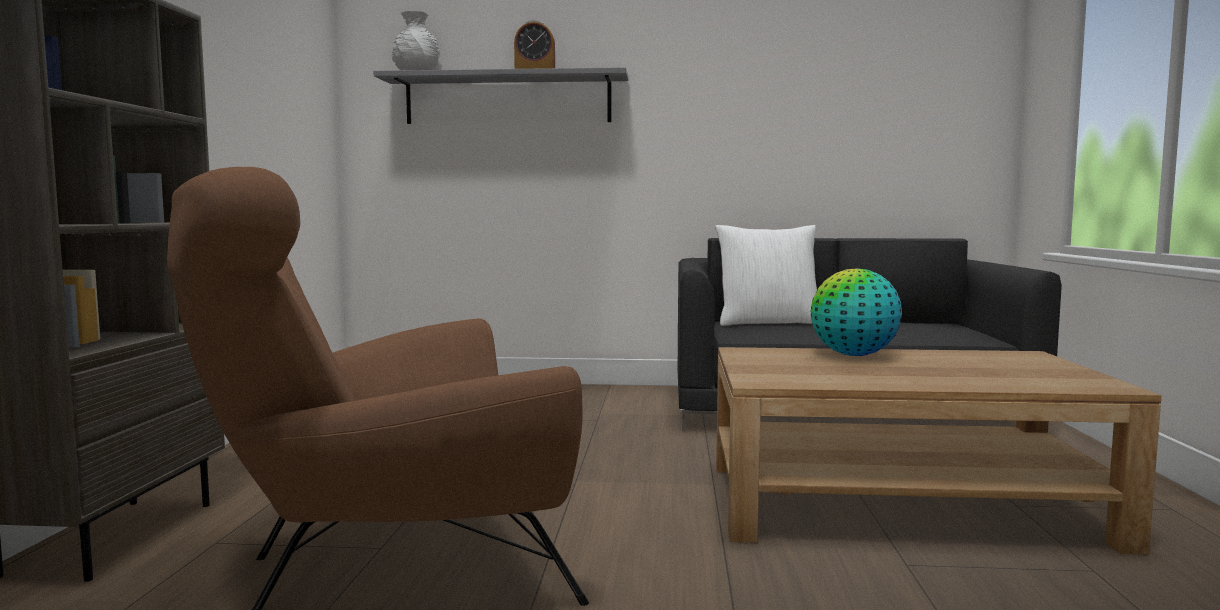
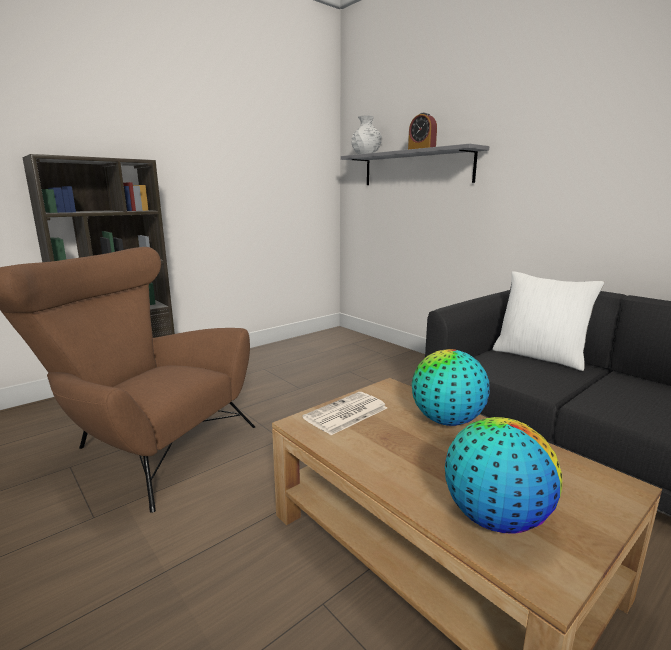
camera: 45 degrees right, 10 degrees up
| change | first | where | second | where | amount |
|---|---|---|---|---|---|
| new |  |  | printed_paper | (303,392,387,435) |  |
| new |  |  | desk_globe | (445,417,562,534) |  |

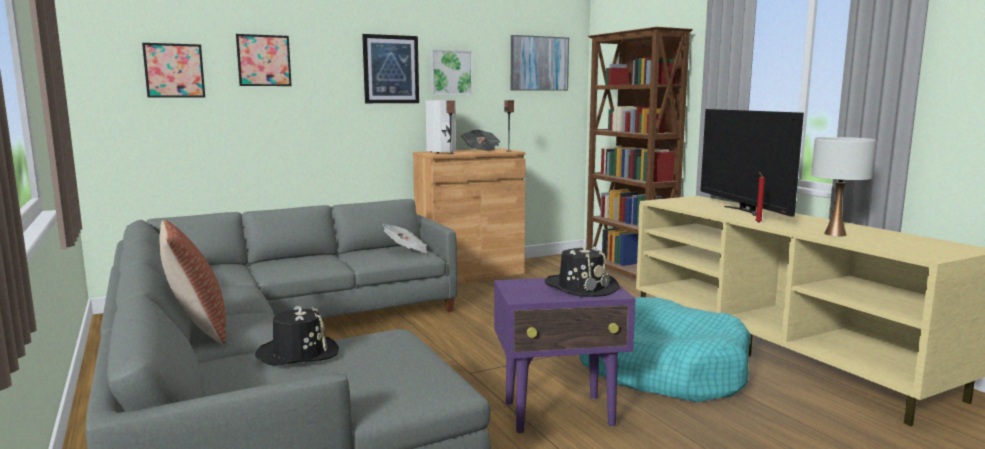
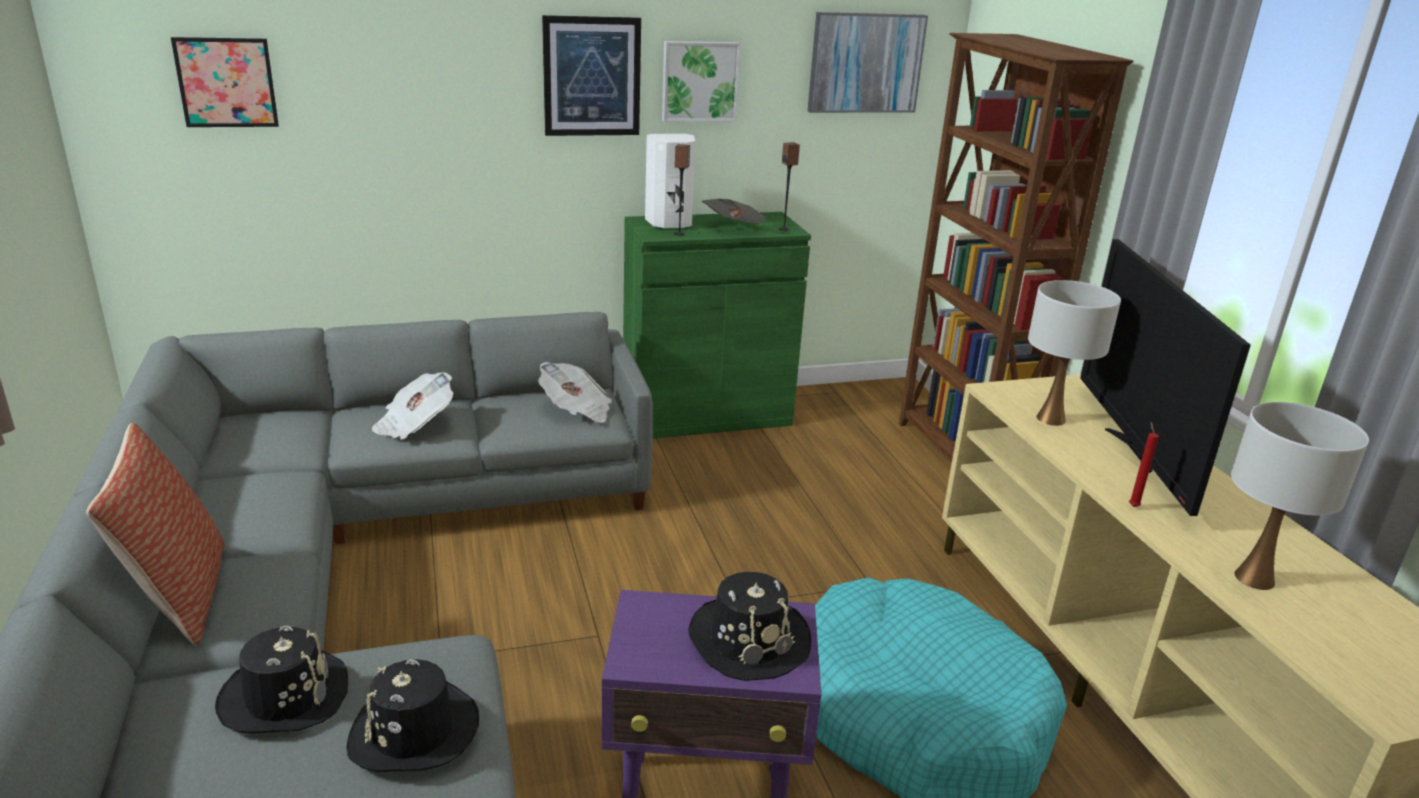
camera: 10 degrees right, 15 degrees up
| change | first | where | second | where | amount |
|---|---|---|---|---|---|
| new |  |  | black-coloured_hat | (347,659,479,772) |  |
| new |  |  | printed_paper | (372,372,453,439) |  |
| repainted | brown-coloured_cupboard | (413,148,526,283) | green_cupboard | (623,212,811,439) |  |
| new |  |  | white-coloured_lamp_for_a_table | (1028,280,1121,426) |  |
| gone | wall_art | (236,34,292,86) |  |  |  |

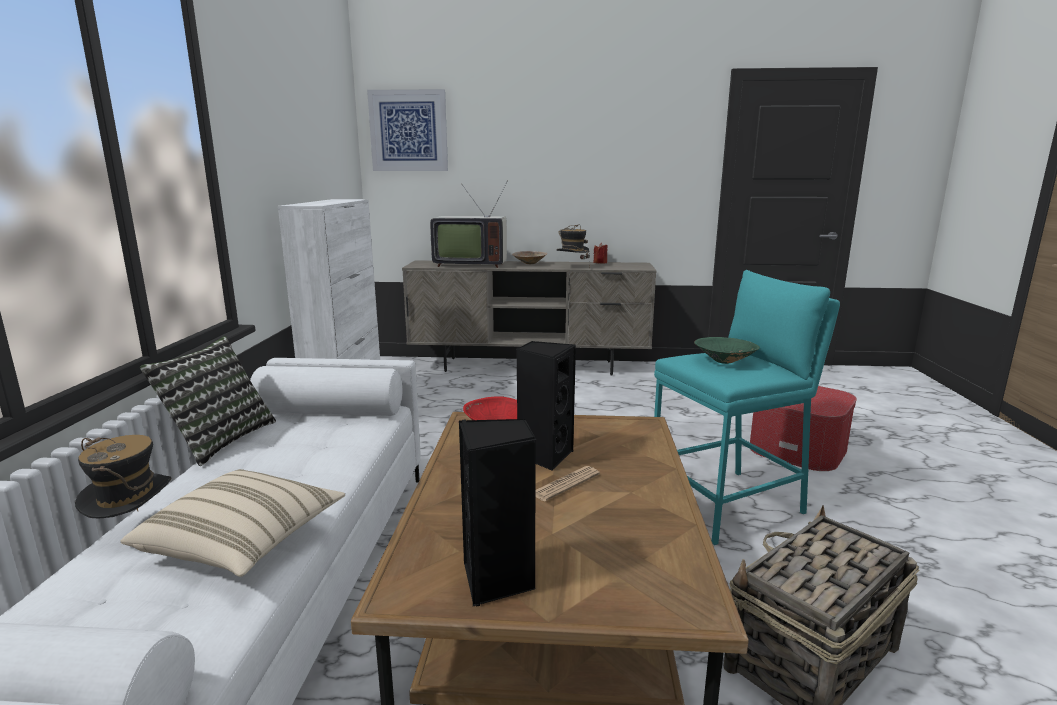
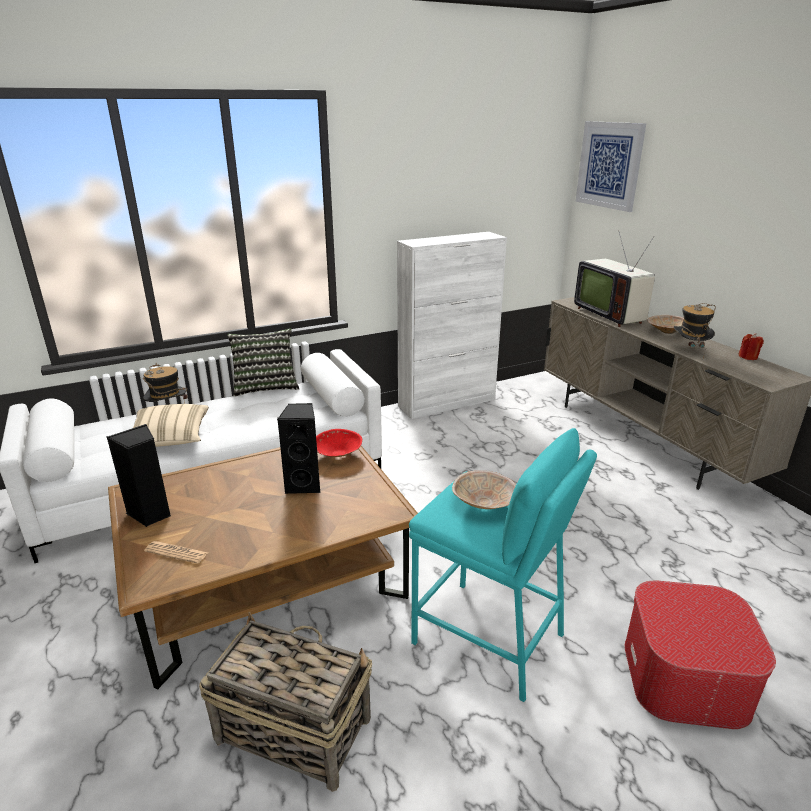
camera: 60 degrees right, 10 degrees up
| change | first | where | second | where | amount |
|---|---|---|---|---|---|
| shifted | printed_paper | (535,466,600,501) |  | (144,541,208,564) |  |
| repainted | green_serving_bowl | (694,337,760,364) | beige_serving_bowl | (452,471,516,509) |  |

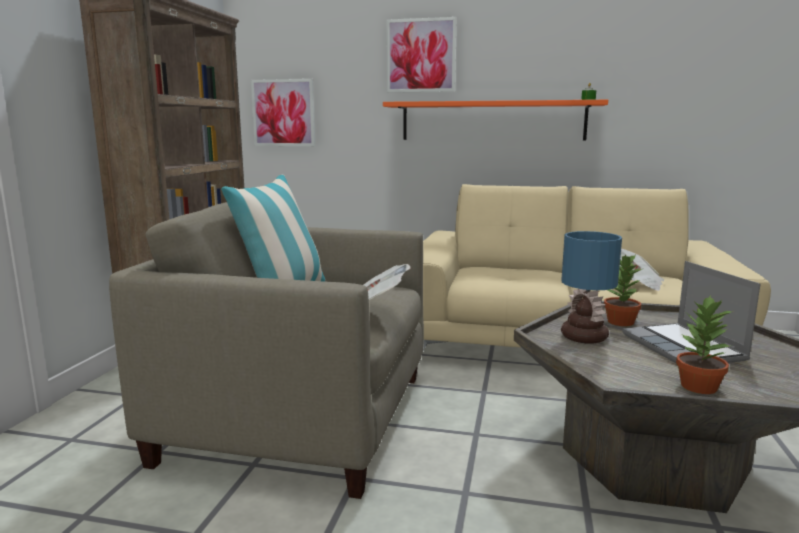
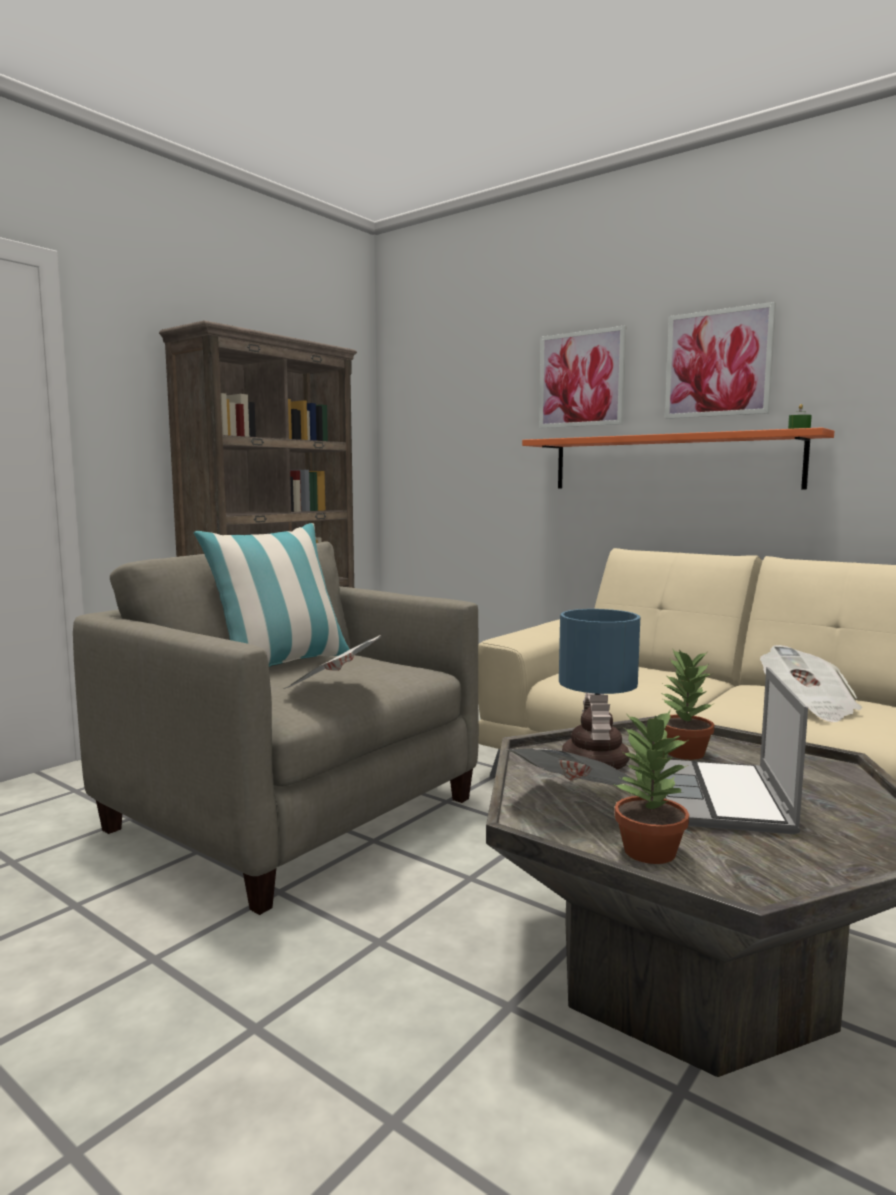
camera: 25 degrees right, 5 degrees down
| change | first | where | second | where | amount |
|---|---|---|---|---|---|
| new |  |  | printed_paper | (504,748,636,786) |  |
| shifted | wall_art | (251,79,315,146) |  | (665,302,776,419) |  |

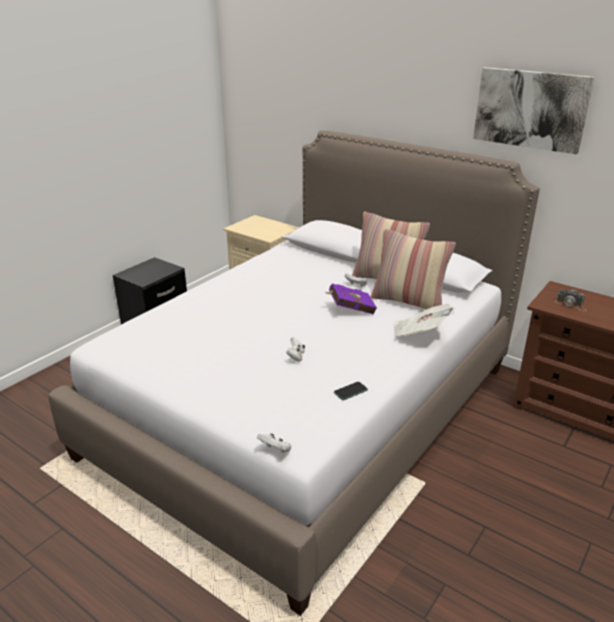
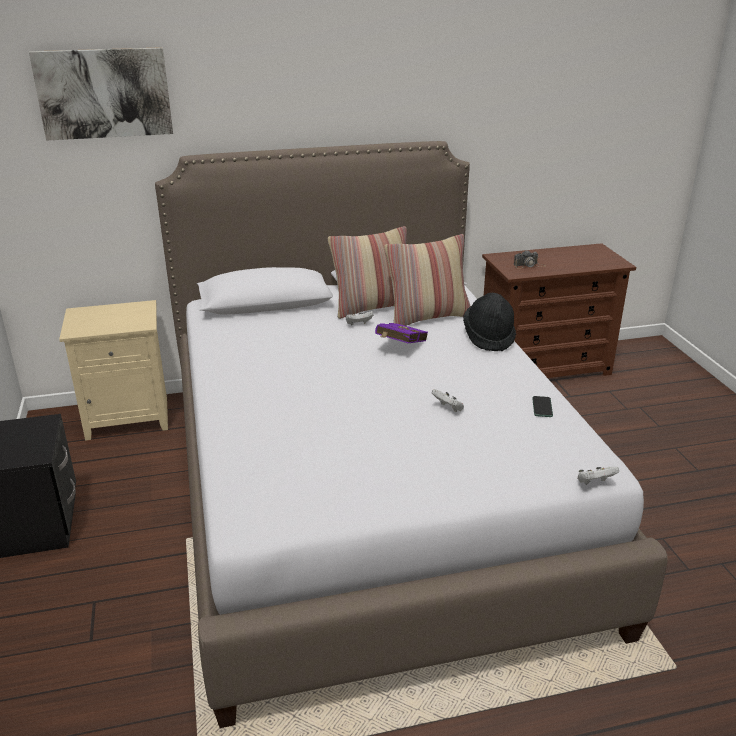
camera: 50 degrees left, 0 degrees up
| change | first | where | second | where | amount |
|---|---|---|---|---|---|
| shifted | wall_art | (473,67,595,155) |  | (29,47,173,141) |  |
| swapped | printed_paper | (394,304,455,337) | black-coloured_hat | (463,293,516,351) |  |

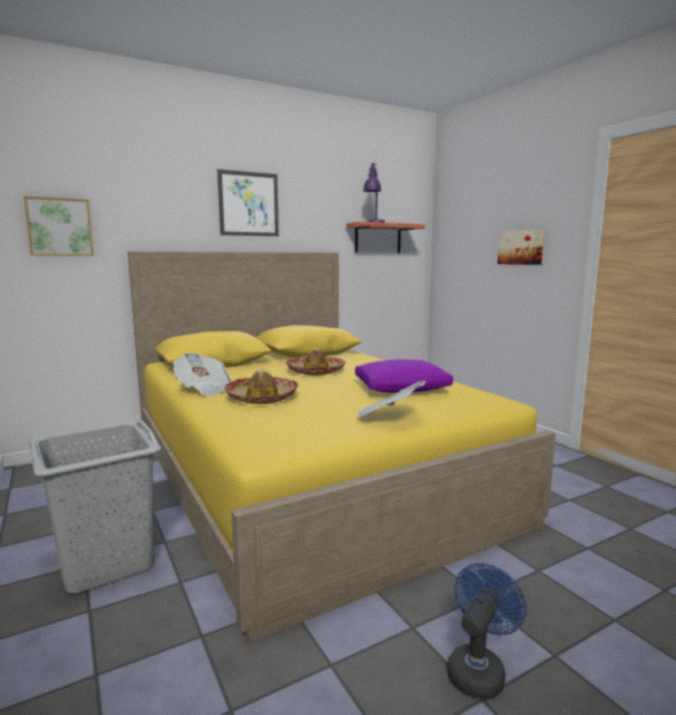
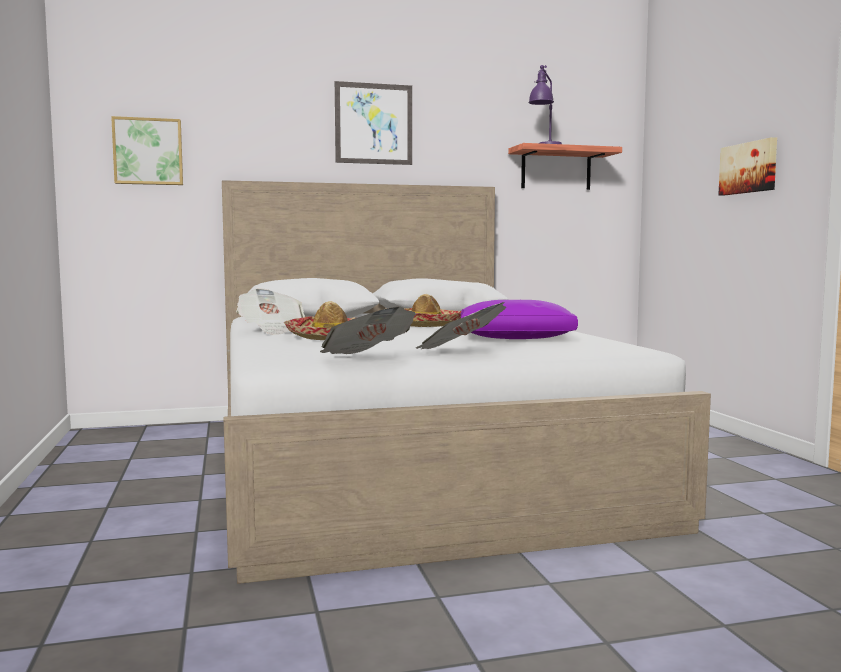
camera: 15 degrees right, 5 degrees down
| change | first | where | second | where | amount |
|---|---|---|---|---|---|
| repainted | yellow-coloured_bedroom_bed | (128,252,556,643) | white-coloured_bedroom_bed | (222,180,711,584) |  |
| new |  |  | printed_paper | (320,306,416,354) |  |
| gone | gray_laundry_basket | (28,420,161,594) |  |  |  |
| gone | bluish_fan | (447,563,527,699) |  |  |  |

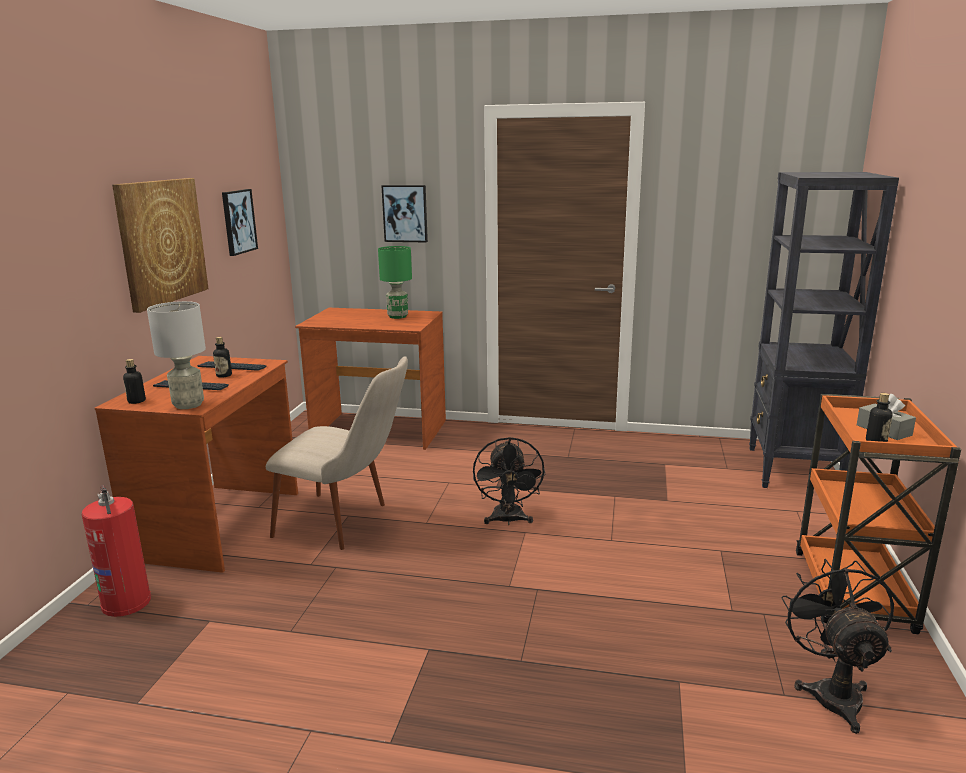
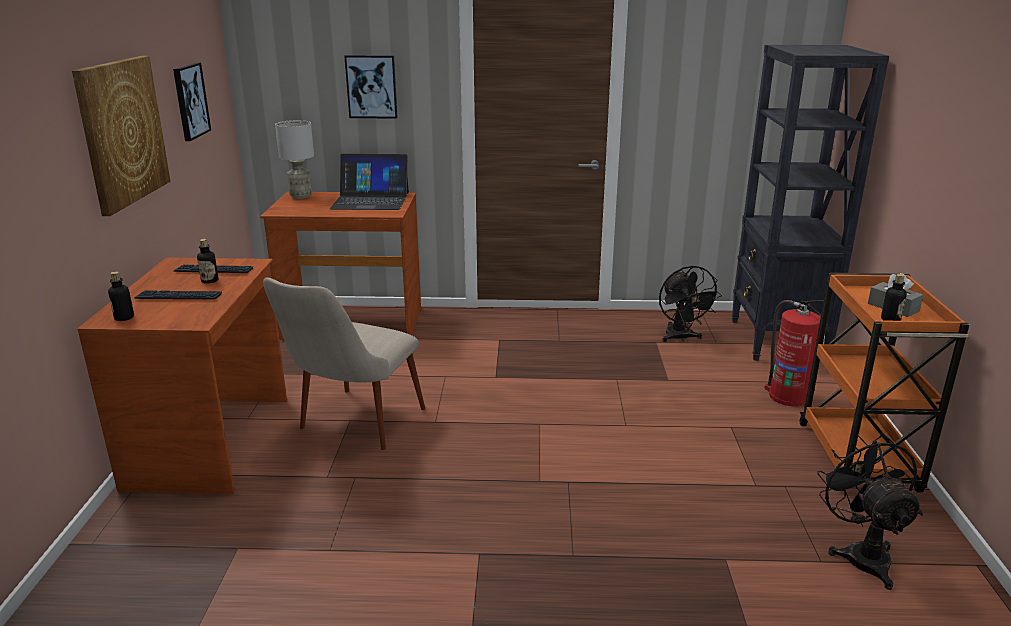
camera: 10 degrees left, 5 degrees up
| change | first | where | second | where | amount |
|---|---|---|---|---|---|
| rotated | beige_plain_chair | (266,356,408,550) |  | (263,277,425,450) | 105 degrees clockwise |
| shifted | gray_lamp_for_a_table | (147,301,206,409) |  | (275,120,314,199) |  |
| swapped | green_lamp_for_a_table | (378,246,412,319) | notebook_computer | (330,154,409,210) |  |
| shifted | black-coloured_fan | (473,437,546,525) |  | (659,265,722,342) |  |
| shifted | extinguisher | (81,485,151,617) |  | (764,300,824,406) |  |

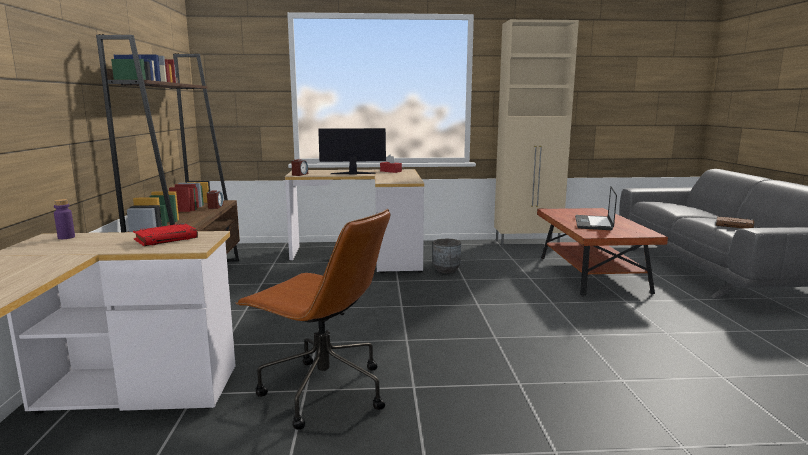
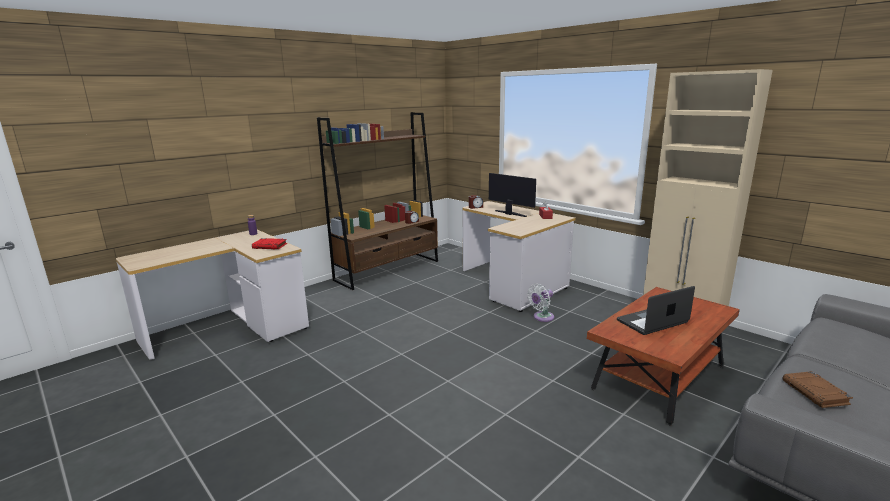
camera: 50 degrees right, 5 degrees up
| change | first | where | second | where | amount |
|---|---|---|---|---|---|
| swapped | gray_plant_pot | (433,239,461,273) | white-coloured_fan | (527,284,554,322) |  |
| gone | brown-coloured_desk_chair | (236,209,390,430) |  |  |  |

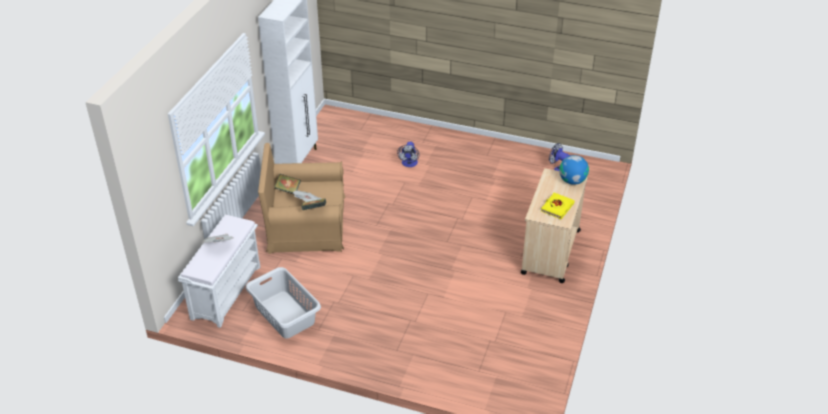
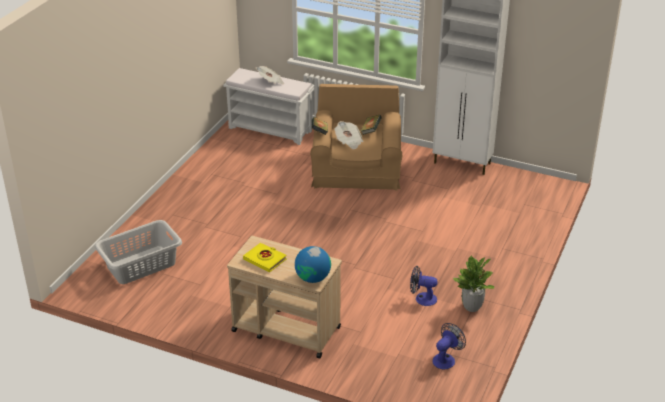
camera: 95 degrees right, 5 degrees down
| change | first | where | second | where | amount |
|---|---|---|---|---|---|
| shifted | gray_laundry_basket | (246,267,321,338) |  | (95,220,182,284) |  |
| shifted | fan | (397,141,420,167) |  | (410,266,438,306) |  |
| new |  |  | plant_in_a_pot | (452,256,494,312) |  |

